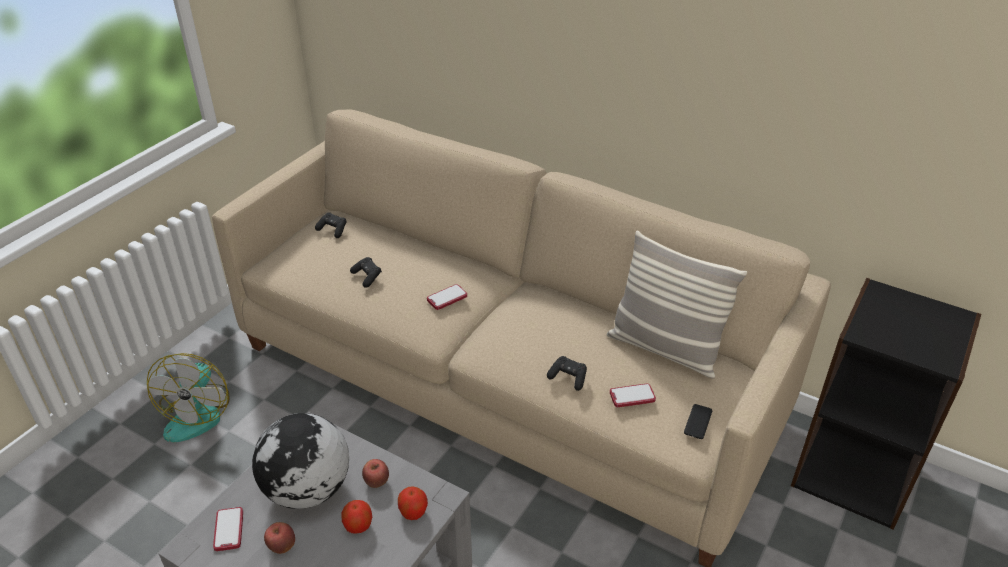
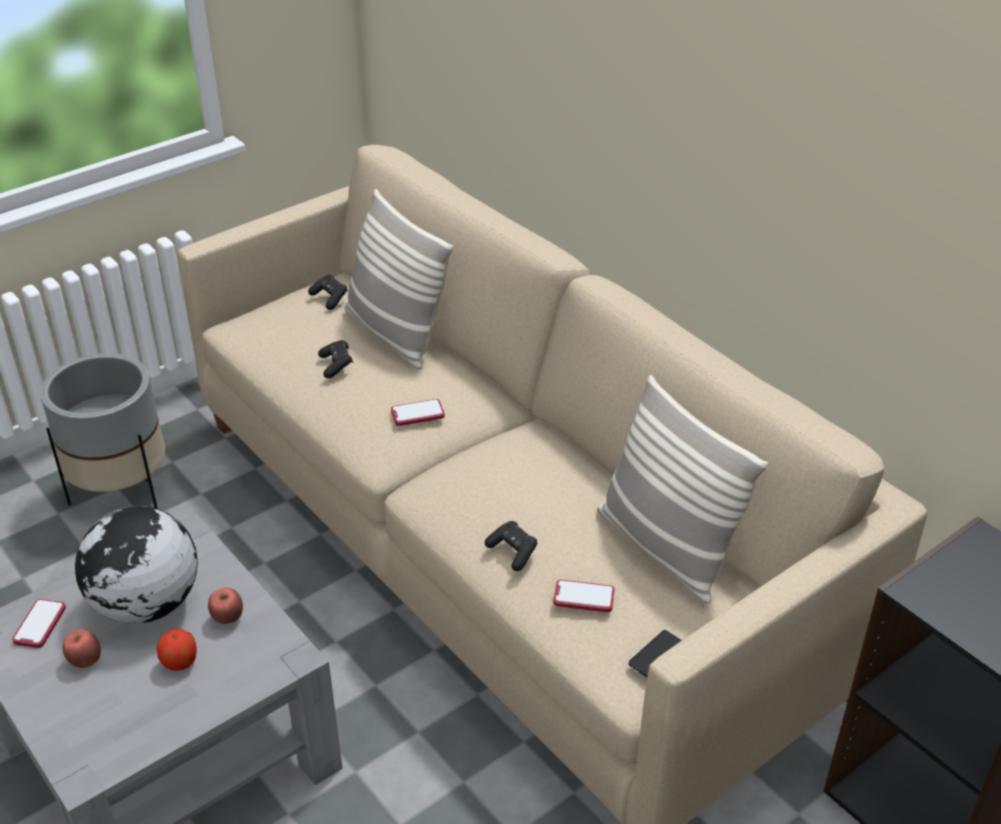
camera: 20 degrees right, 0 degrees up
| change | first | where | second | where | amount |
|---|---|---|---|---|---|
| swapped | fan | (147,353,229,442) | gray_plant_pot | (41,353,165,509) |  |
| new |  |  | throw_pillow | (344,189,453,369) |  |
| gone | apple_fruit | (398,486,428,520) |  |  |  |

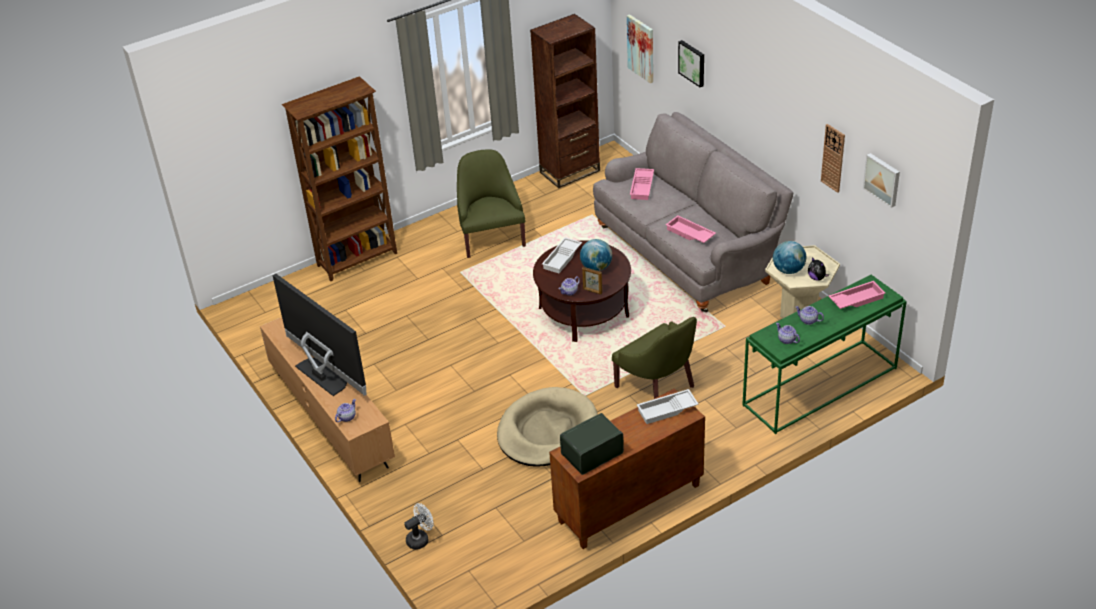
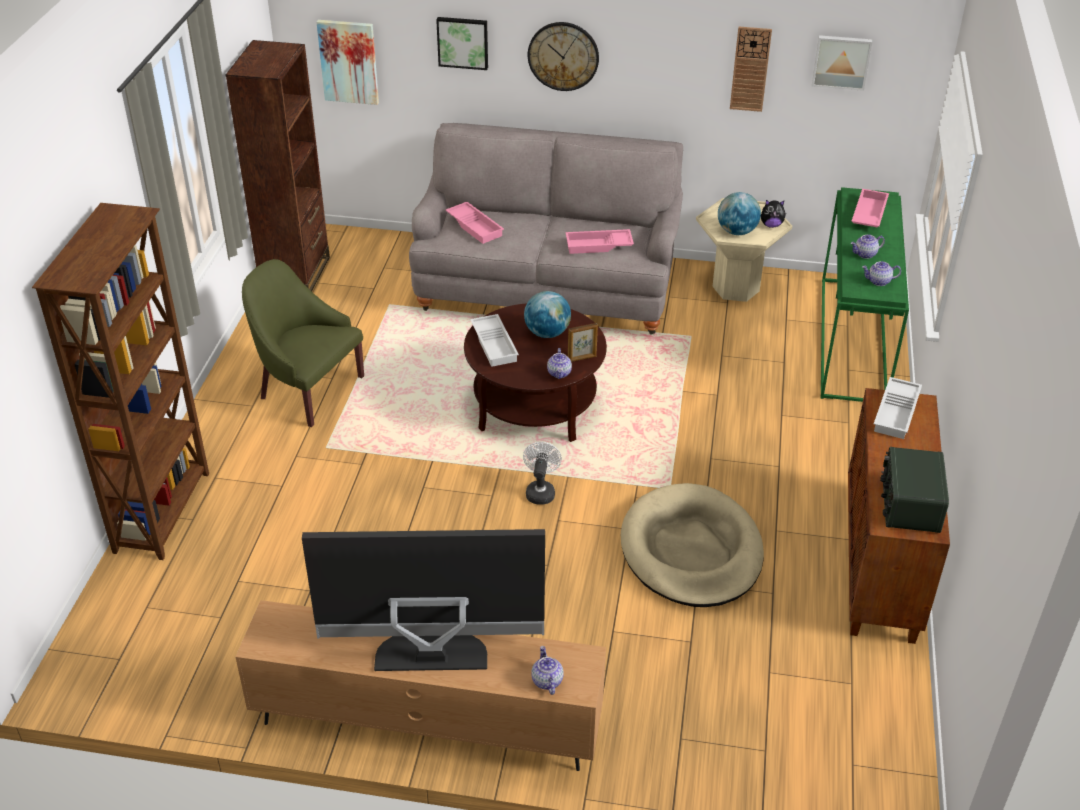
camera: 50 degrees left, 0 degrees up
| change | first | where | second | where | amount |
|---|---|---|---|---|---|
| shifted | white-coloured_fan | (404,503,434,550) |  | (523,442,562,505) |  |
| new |  |  | wall_clock | (528,22,599,91) |  |
| gone | green_lounge_chair | (612,317,697,399) |  |  |  |

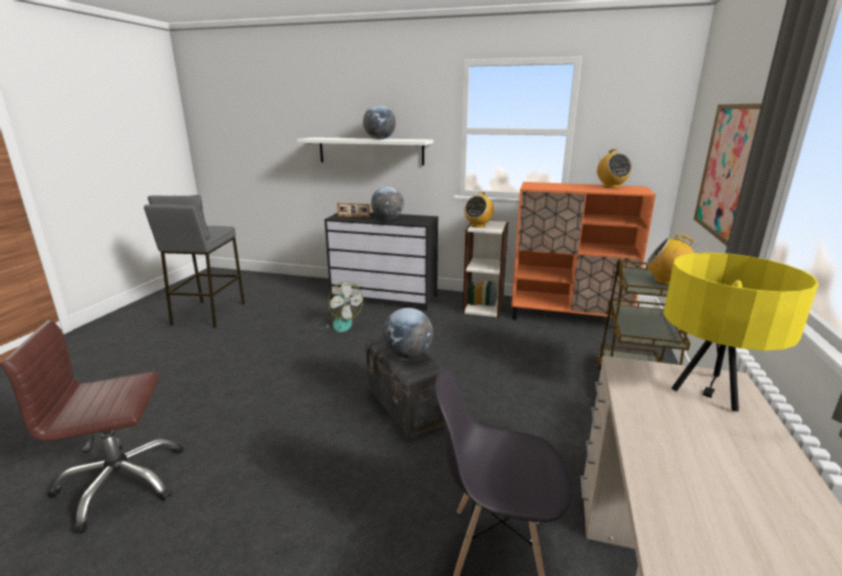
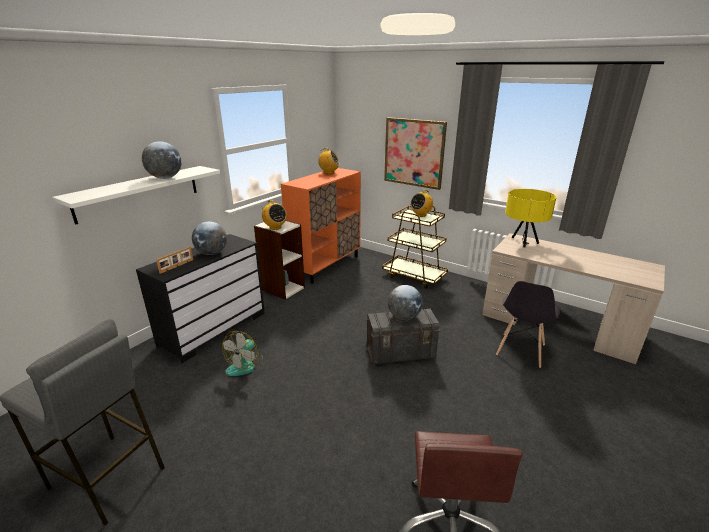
camera: 70 degrees left, 5 degrees up
| change | first | where | second | where | amount |
|---|---|---|---|---|---|
| rotated | fan | (315,281,363,332) |  | (222,331,263,376) | 135 degrees clockwise |

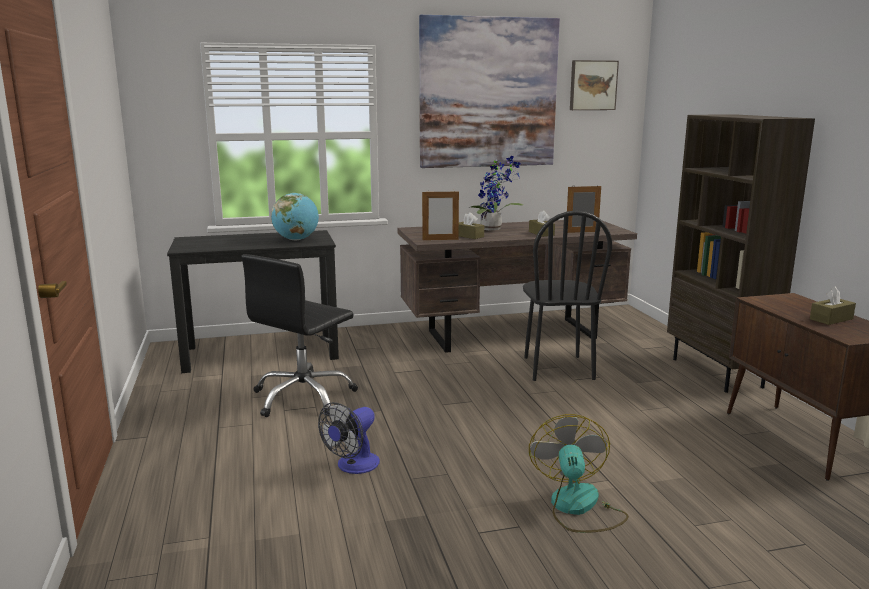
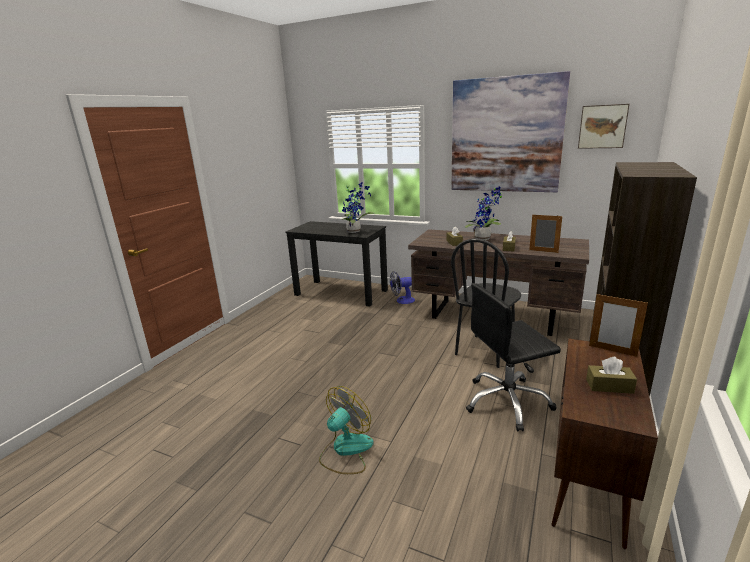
camera: 40 degrees right, 5 degrees up
| change | first | where | second | where | amount |
|---|---|---|---|---|---|
| swapped | desk_globe | (271,193,319,240) | plant_in_a_pot | (342,182,375,233) |  |
| shifted | fan | (318,402,380,474) |  | (390,271,415,304) |  |
| shifted | black-coloured_desk_chair | (241,254,358,417) |  | (466,283,561,431) |  |
| shifted | photo_frame | (422,190,459,240) |  | (589,293,648,357) |  |

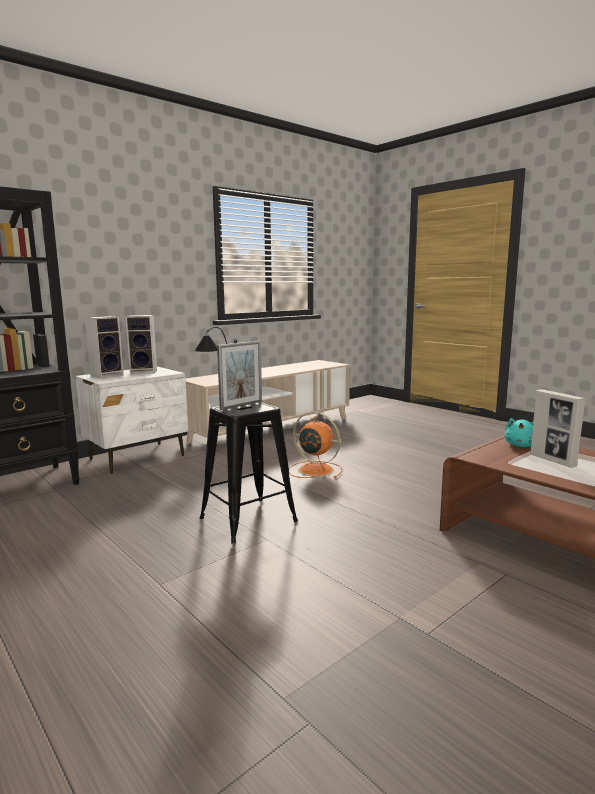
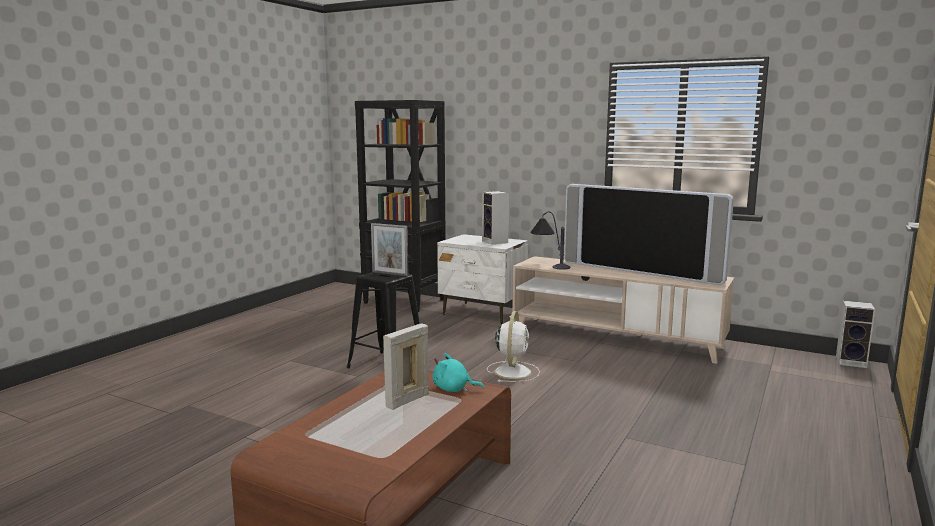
camera: 70 degrees right, 0 degrees up
| change | first | where | second | where | amount |
|---|---|---|---|---|---|
| repainted | orange_fan | (289,412,342,478) | white-coloured_fan | (487,311,540,382) |  |
| new |  |  | TV_set | (564,184,734,285) |  |
| shifted | loudspeaker | (85,316,124,379) |  | (836,301,875,368) |  |

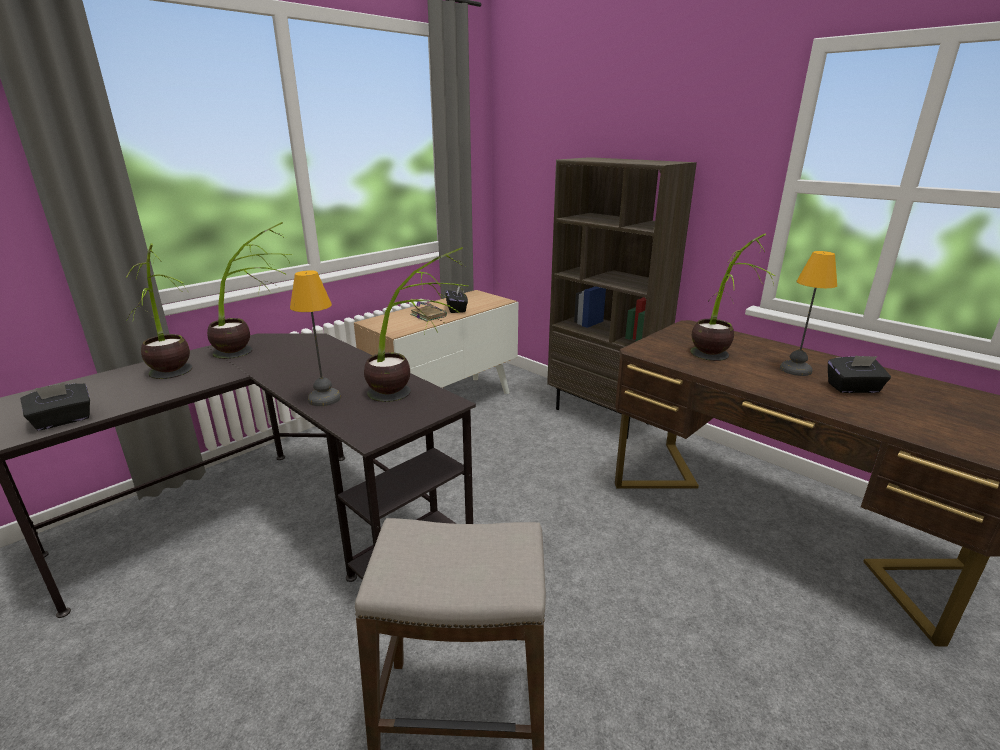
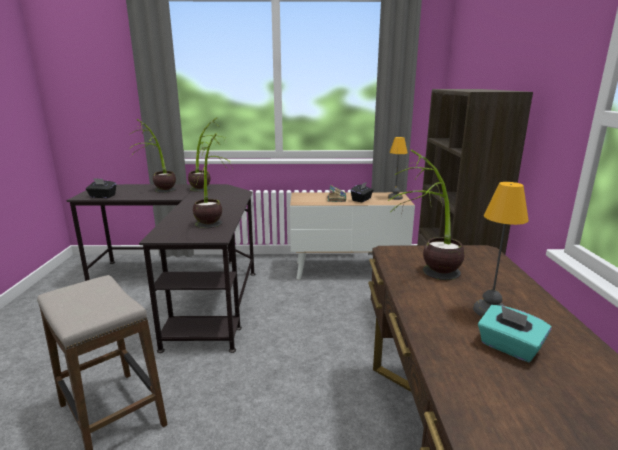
camera: 45 degrees right, 5 degrees down
| change | first | where | second | where | amount |
|---|---|---|---|---|---|
| shifted | lamp_for_a_table | (290,270,341,406) |  | (388,137,408,200) |  |
| repainted | black-coloured_tissue_box | (828,356,891,393) | blue-green_tissue_box | (478,305,551,362) |  |

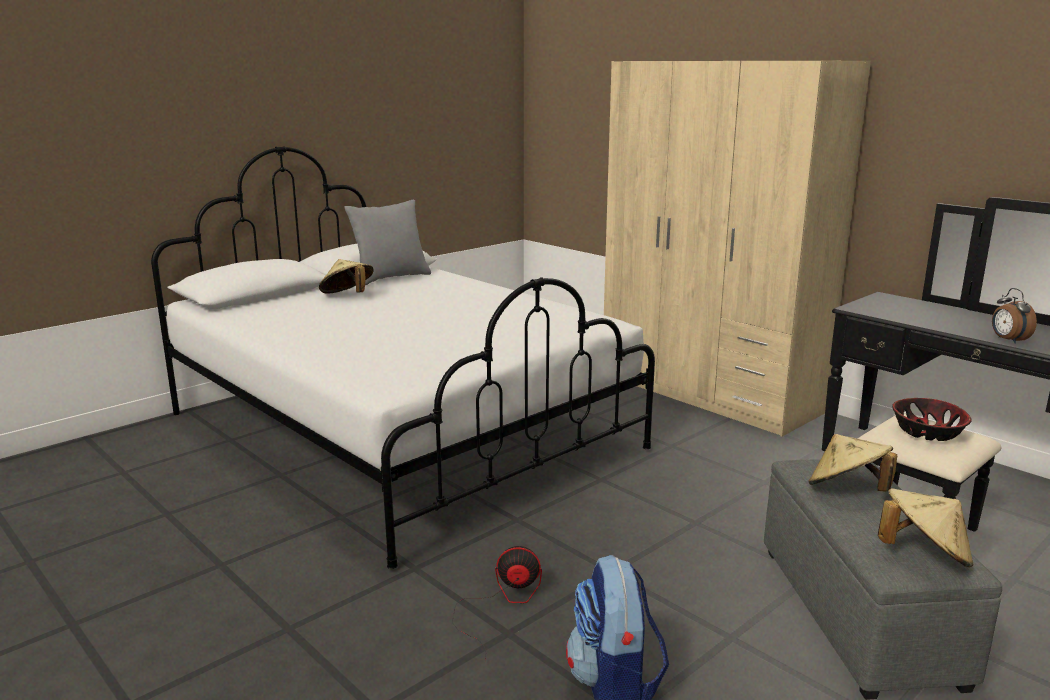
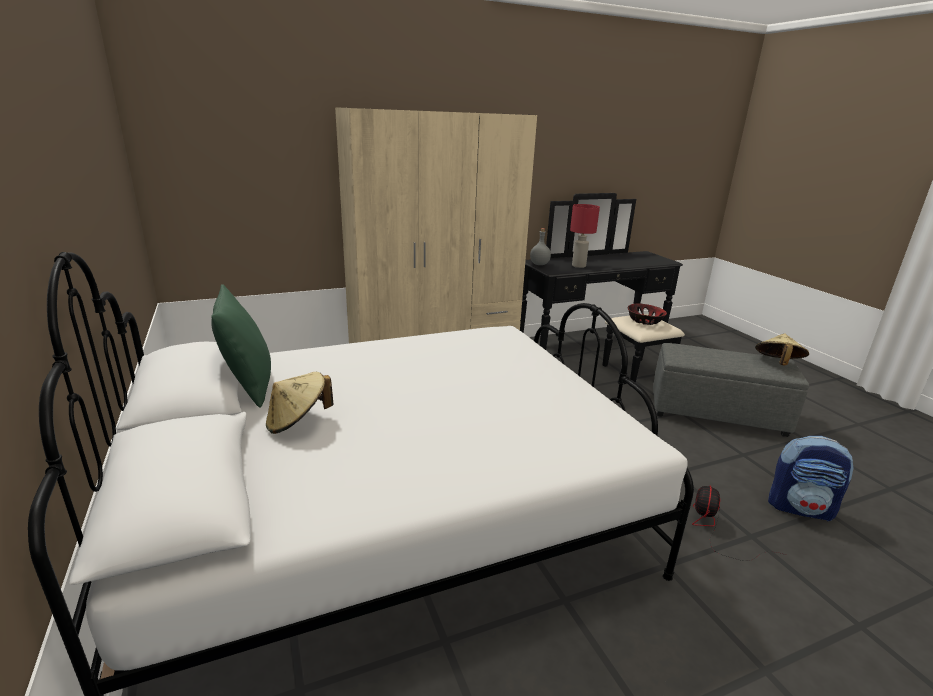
camera: 70 degrees left, 5 degrees up
| change | first | where | second | where | amount |
|---|---|---|---|---|---|
| repainted | gray_throw_pillow | (344,200,431,285) | green_throw_pillow | (211,284,271,408) |  |
| new |  |  | gray_drink_bottle | (530,228,551,265) |  |
| new |  |  | red-coloured_lamp_for_a_table | (570,204,600,268) |  |
| gone | beige_hat | (809,434,897,491) |  |  |  |
| gone | alarm_clock | (992,288,1037,344) |  |  |  |

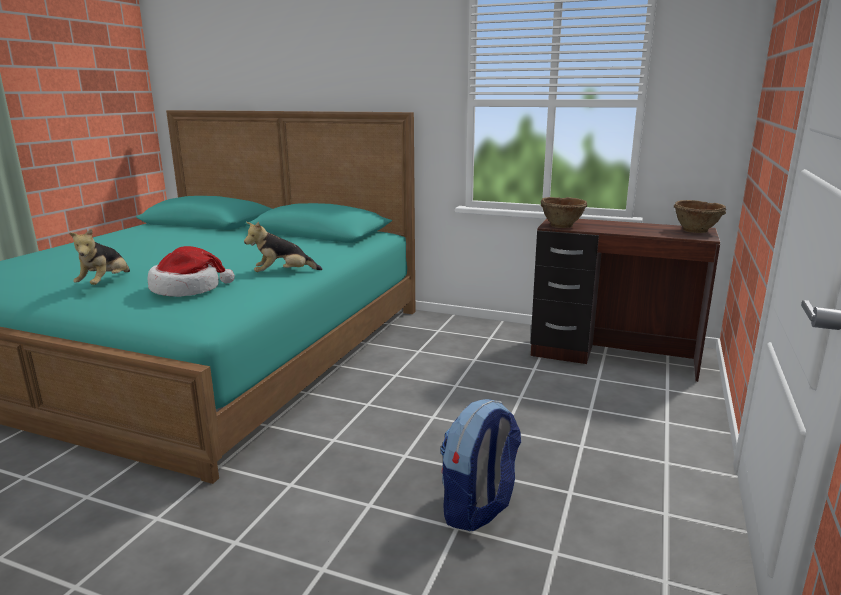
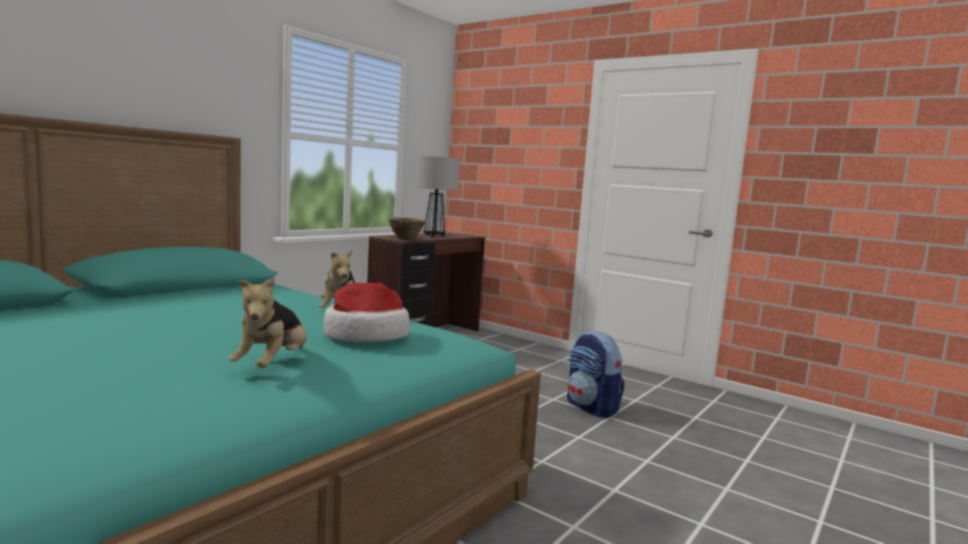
camera: 75 degrees left, 10 degrees down
| change | first | where | second | where | amount |
|---|---|---|---|---|---|
| rotated | cuddly_toy | (69,228,130,285) |  | (228,276,307,368) | 75 degrees clockwise |
| new |  |  | lamp_for_a_table | (415,156,460,237) |  |
| gone | brown-coloured_serving_bowl | (674,200,726,233) |  |  |  |

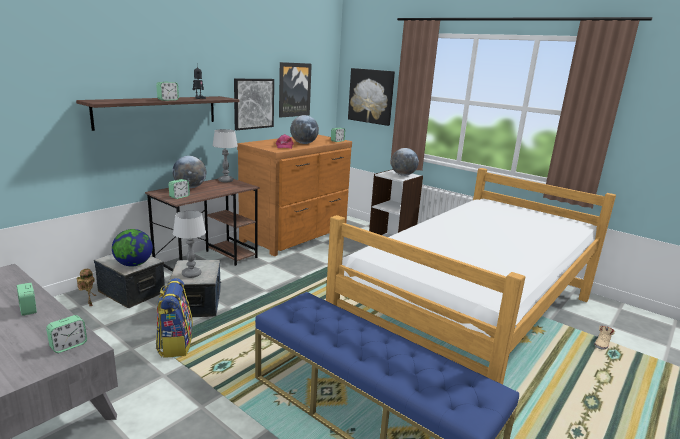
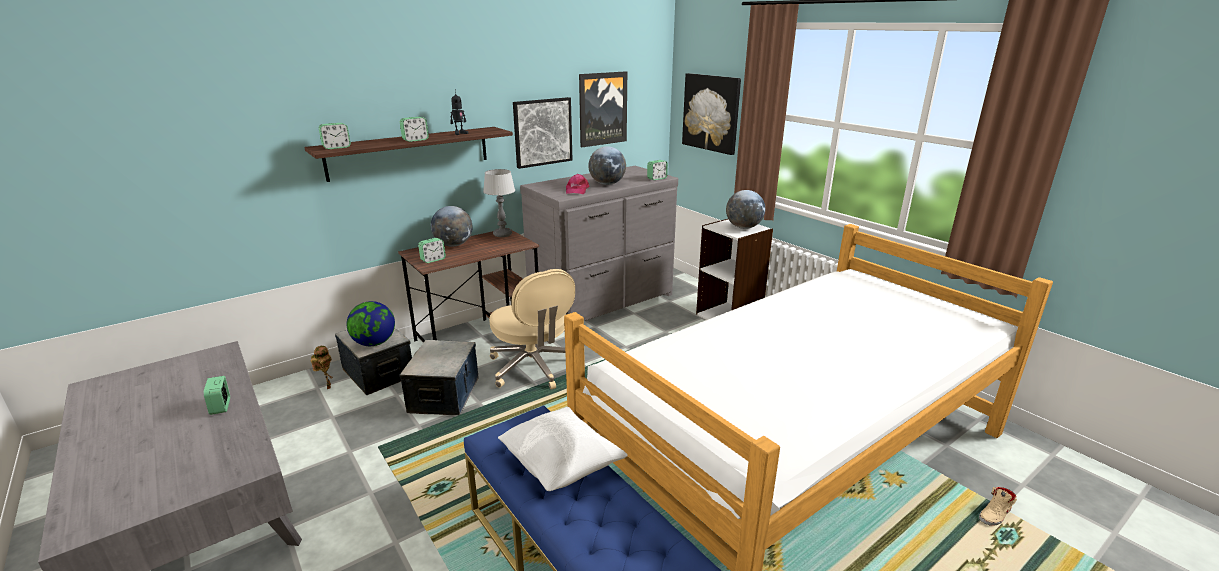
camera: 15 degrees right, 5 degrees up
| change | first | where | second | where | amount |
|---|---|---|---|---|---|
| shifted | alarm_clock | (46,315,87,353) |  | (319,123,351,149) |  |
| new |  |  | beige_desk_chair | (489,269,575,389) |  |
| new |  |  | white-coloured_throw_pillow | (498,407,628,491) |  |
| repainted | brown-coloured_drawer_chest | (237,135,352,256) | gray_drawer_chest | (520,166,678,332) |  |
| gone | knapsack | (156,278,193,357) |  |  |  |
| gone | lamp_for_a_table | (173,211,206,278) |  |  |  |

